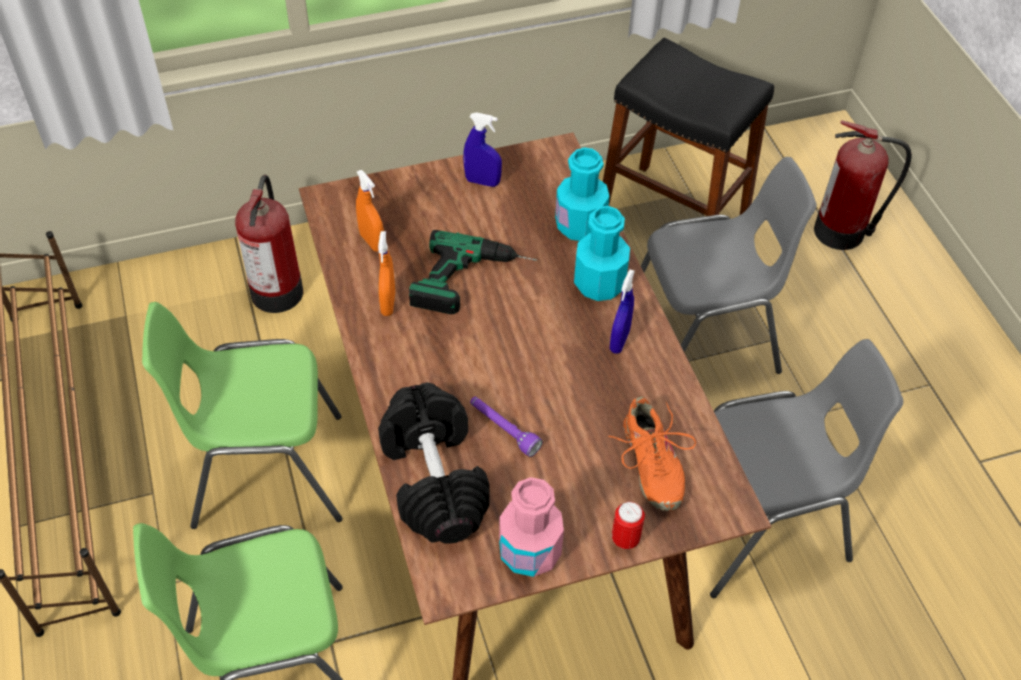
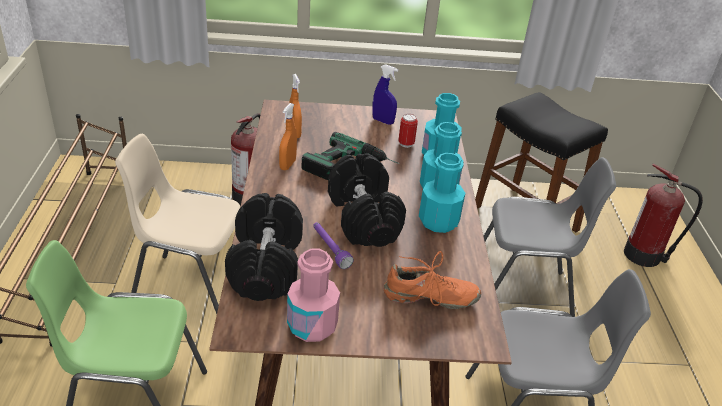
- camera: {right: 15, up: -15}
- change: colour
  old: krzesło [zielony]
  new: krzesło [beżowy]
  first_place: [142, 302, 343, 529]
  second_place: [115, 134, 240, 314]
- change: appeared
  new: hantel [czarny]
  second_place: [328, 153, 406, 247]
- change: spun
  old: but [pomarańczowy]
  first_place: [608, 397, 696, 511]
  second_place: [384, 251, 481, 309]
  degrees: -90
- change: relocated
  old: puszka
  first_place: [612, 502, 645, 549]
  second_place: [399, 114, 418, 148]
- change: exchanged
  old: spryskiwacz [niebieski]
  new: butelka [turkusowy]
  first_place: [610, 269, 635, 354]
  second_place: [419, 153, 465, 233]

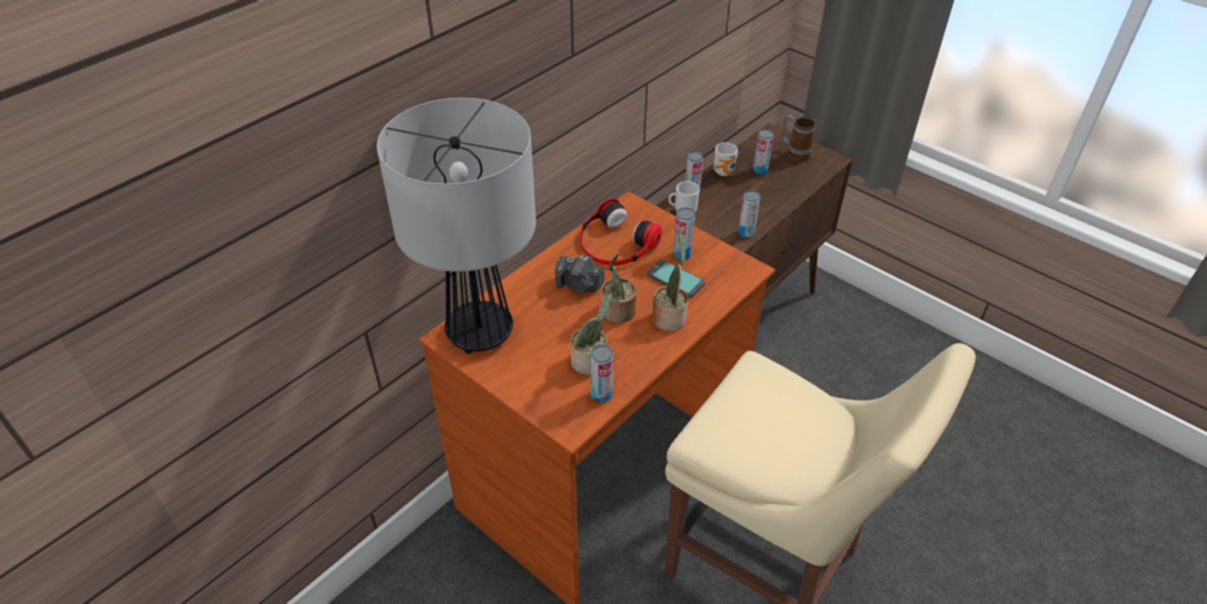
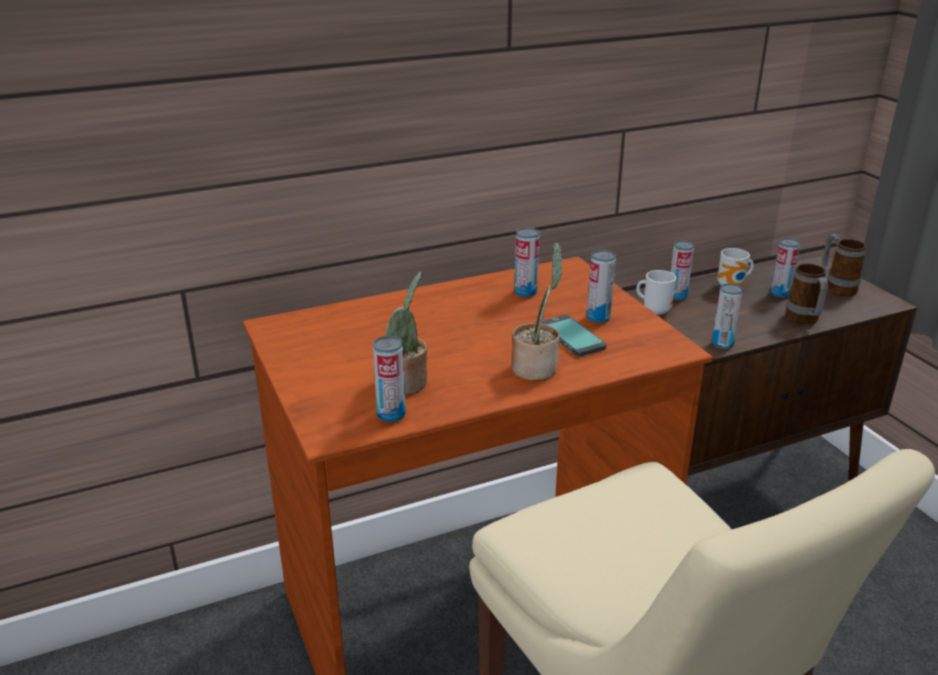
- camera: {right: 25, up: -15}
- change: exchanged
  old: słuchawki
  new: puszka
  first_place: [579, 198, 662, 265]
  second_place: [514, 227, 539, 297]
- change: appeared
  new: kubek
  second_place: [785, 263, 828, 324]
- change: missing
  old: lampa stołowa
  first_place: [377, 98, 536, 354]
- change: missing
  old: aparat fotograficzny
  first_place: [555, 255, 604, 293]
- change: missing
  old: roślina doniczkowa
  first_place: [602, 253, 637, 323]

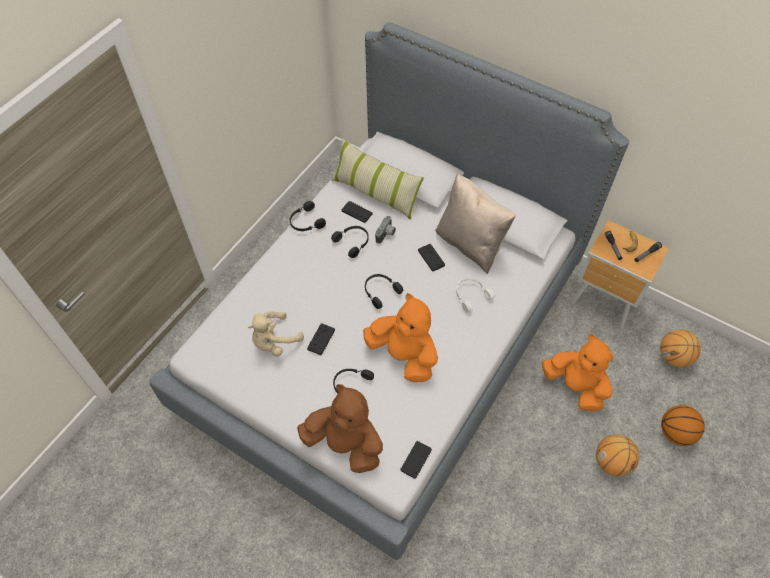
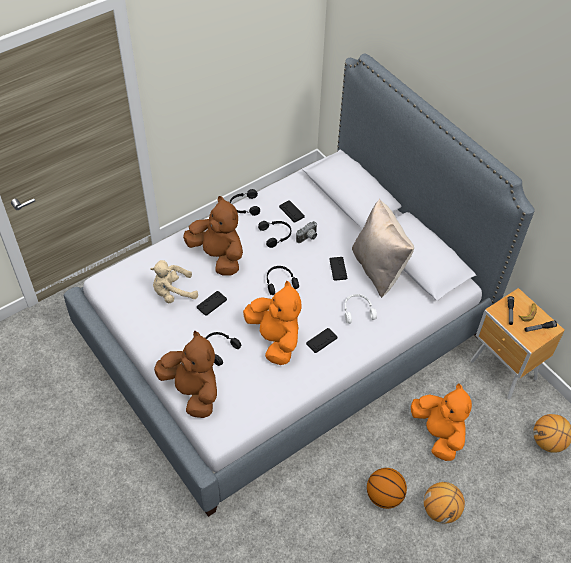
- camera: {right: 20, up: -5}
- change: appeared
  new: pluszak [brązowy]
  second_place: [183, 196, 243, 276]
- change: relocated
  old: pad do gier [czarny]
  first_place: [400, 441, 432, 479]
  second_place: [306, 328, 338, 353]
- change: relocated
  old: piłka do koszykówki
  first_place: [661, 405, 705, 446]
  second_place: [367, 468, 407, 509]
- change: missing
  old: poduszka
  first_place: [331, 138, 424, 219]

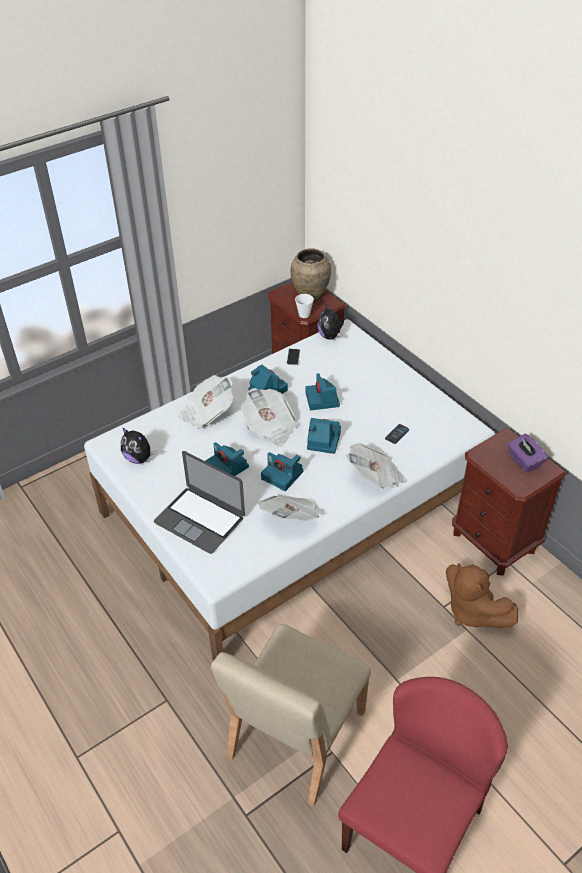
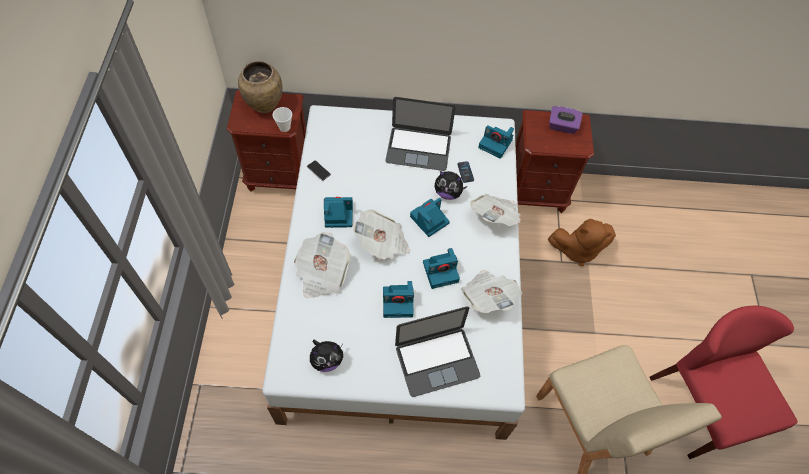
- camera: {right: -55, up: 15}
- change: appeared
  new: laptop
  second_place: [386, 97, 456, 171]
- change: relocated
  old: pluszak
  first_place: [317, 304, 344, 340]
  second_place: [435, 171, 467, 200]
- change: relocated
  old: aparat fotograficzny
  first_place: [305, 373, 340, 410]
  second_place: [478, 125, 514, 159]

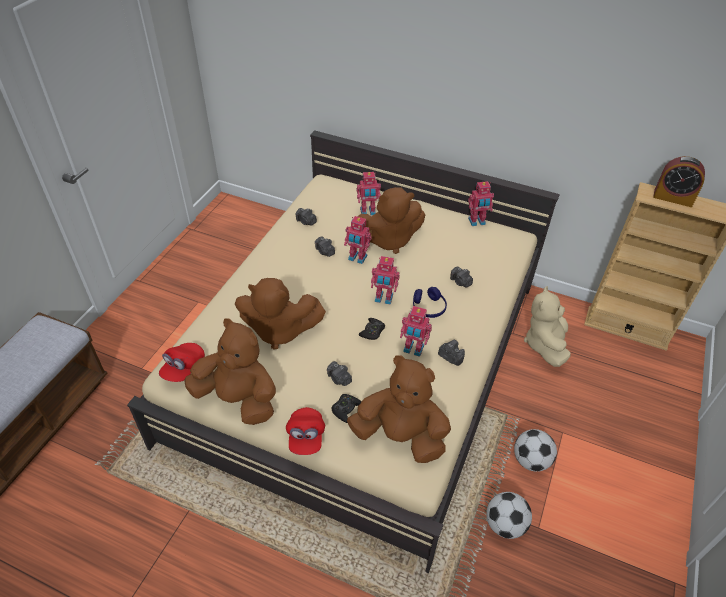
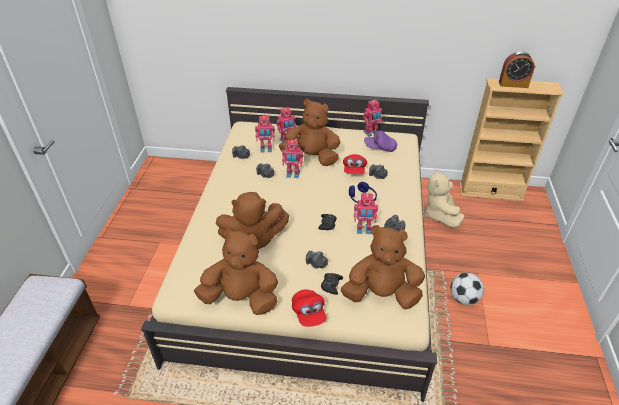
- camera: {right: -15, up: -5}
- change: relocated
  old: robot zabawkowy
  first_place: [371, 256, 400, 305]
  second_place: [255, 116, 275, 153]
- change: spun
  old: pluszak [brązowy]
  first_place: [357, 187, 426, 254]
  second_place: [279, 99, 341, 166]
  degrees: -135
- change: relocated
  old: czapka z daszkiem [czerwony]
  first_place: [159, 343, 205, 382]
  second_place: [343, 154, 367, 174]
- change: appeared
  new: czapka z daszkiem [fioletowy]
  second_place: [364, 128, 397, 152]
- change: missing
  old: piłka futbolowa
  first_place: [486, 492, 532, 539]

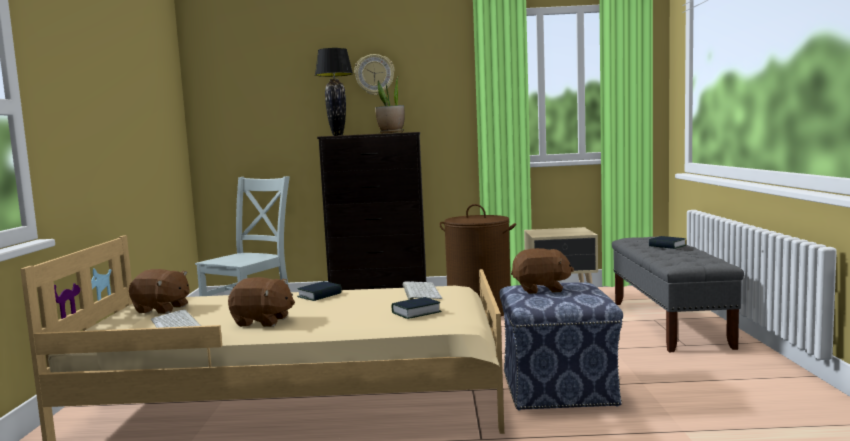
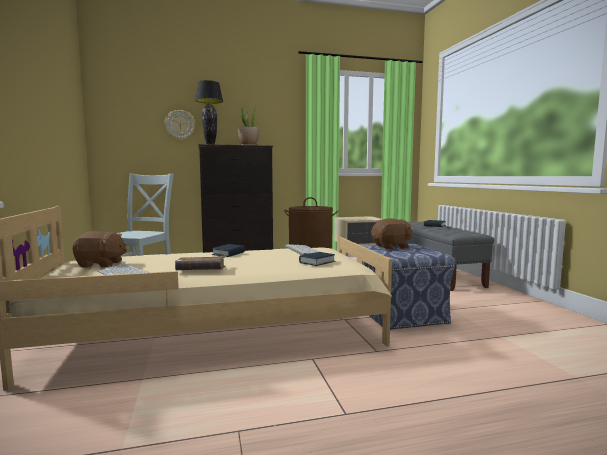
- camera: {right: -15, up: 0}
- change: relocated
  old: zegar ścienny
  first_place: [354, 54, 395, 95]
  second_place: [165, 110, 195, 140]
- change: exchanged
  old: pluszak [brązowy]
  new: książka [brązowy]
  first_place: [228, 277, 295, 327]
  second_place: [175, 256, 226, 270]

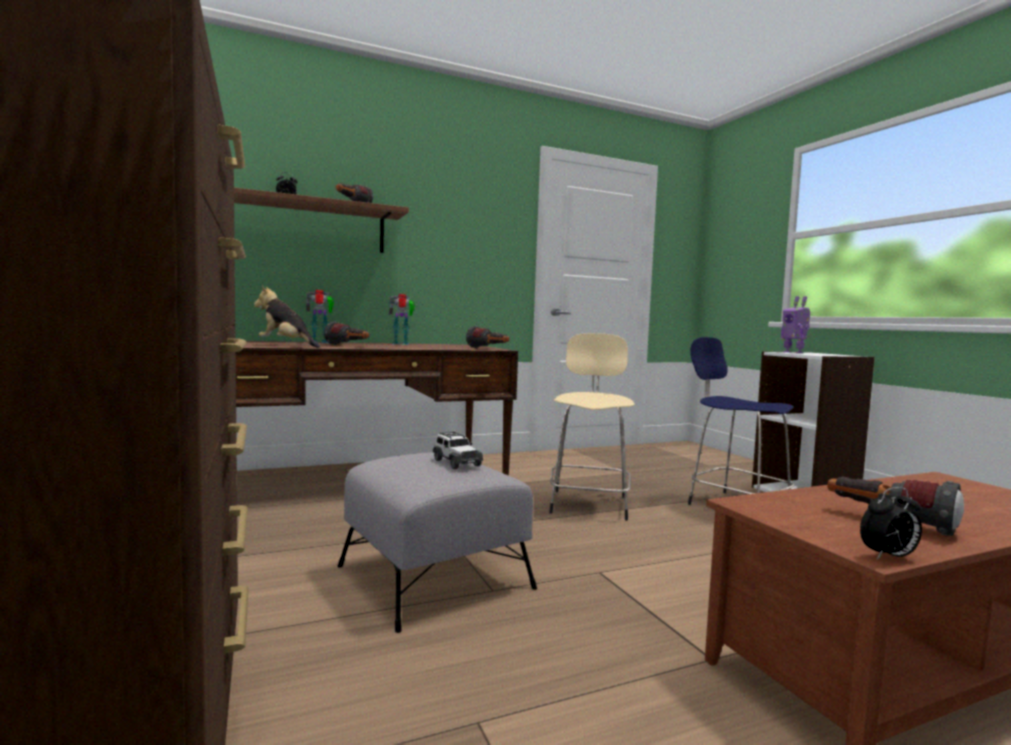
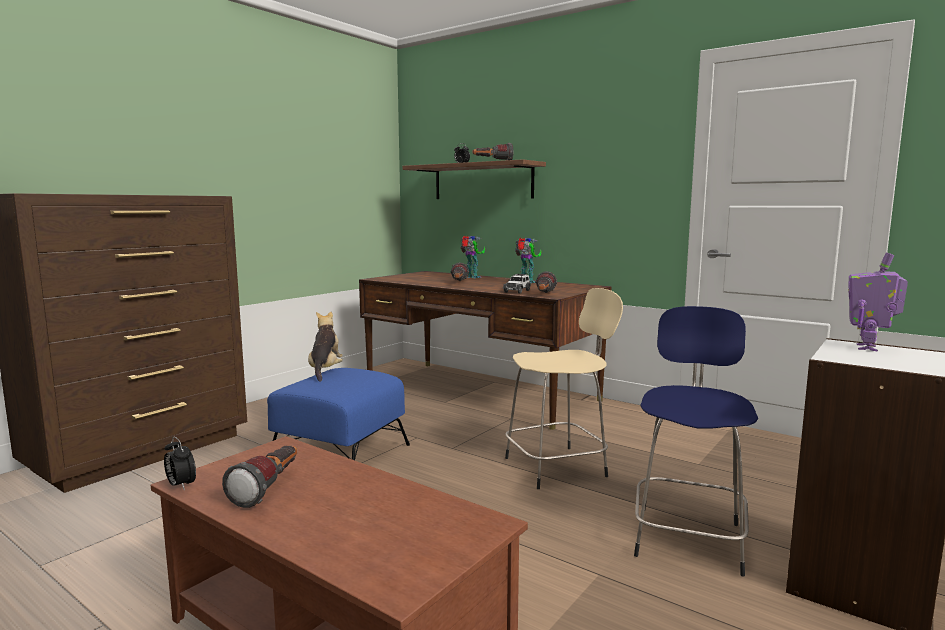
- camera: {right: 60, up: 5}
- change: colour
  old: pufa [szary]
  new: pufa [niebieski]
  first_place: [337, 452, 537, 633]
  second_place: [267, 368, 410, 460]
- change: relocated
  old: pluszak
  first_place: [254, 285, 320, 348]
  second_place: [308, 312, 343, 382]
- change: relocated
  old: samochodzik
  first_place: [433, 431, 483, 469]
  second_place: [503, 274, 531, 294]

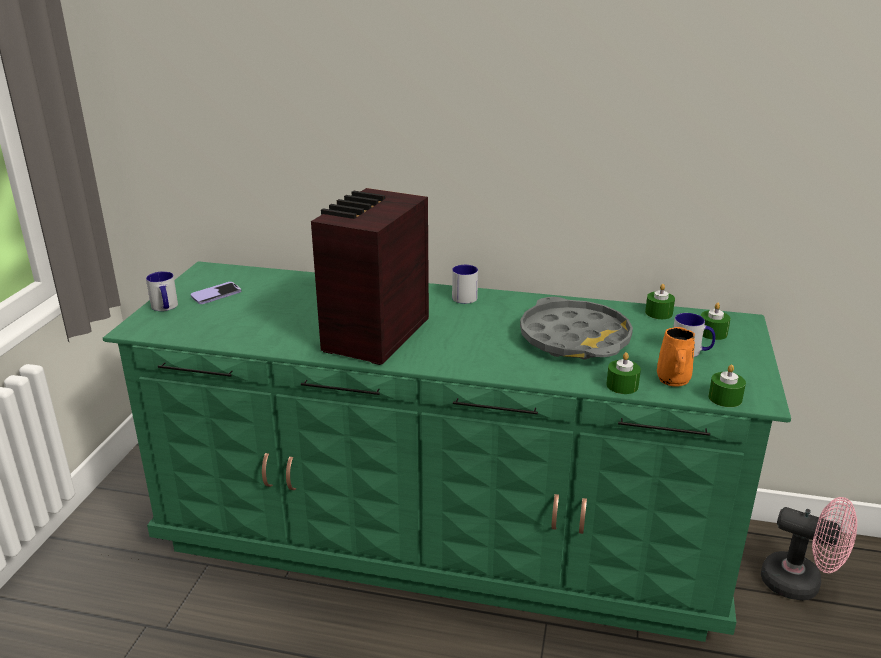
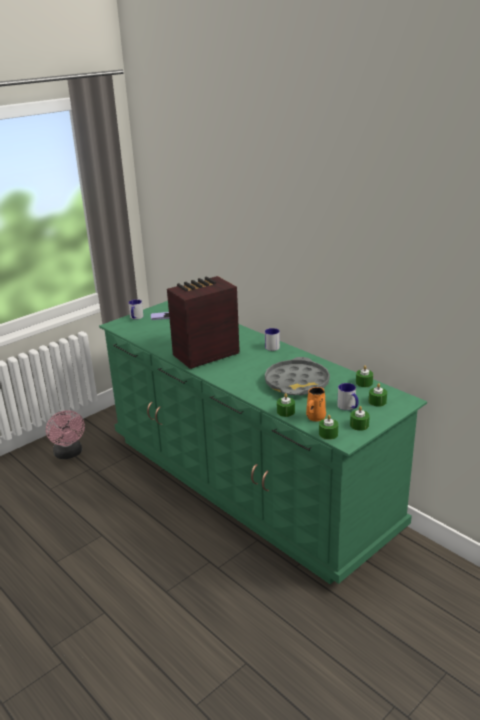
- camera: {right: 35, up: 0}
- change: relocated
  old: wentylator [różowy]
  first_place: [761, 497, 857, 601]
  second_place: [46, 410, 85, 459]
- change: appeared
  new: świeca [zielony]
  second_place: [350, 406, 370, 431]

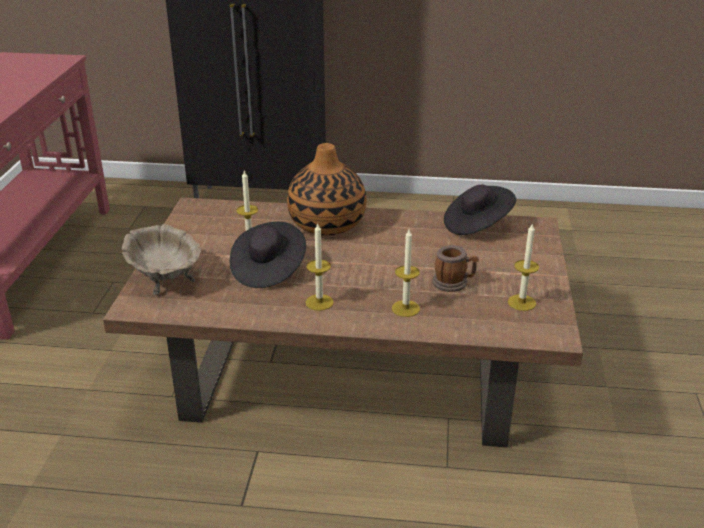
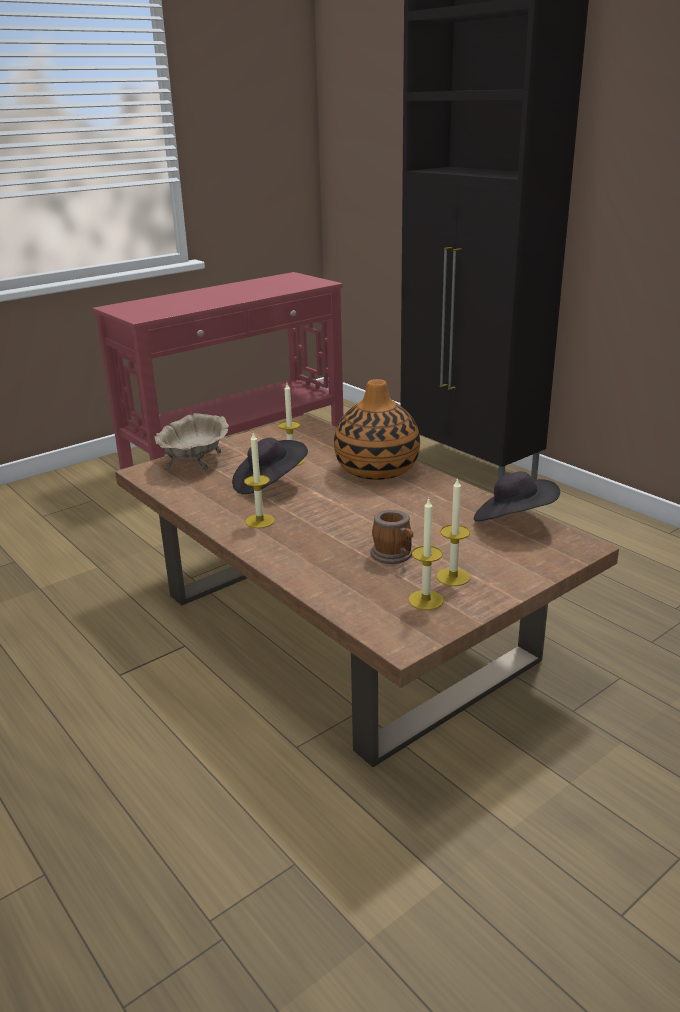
- camera: {right: 45, up: -5}
- change: relocated
  old: świeca
  first_place: [392, 229, 420, 317]
  second_place: [436, 477, 470, 586]

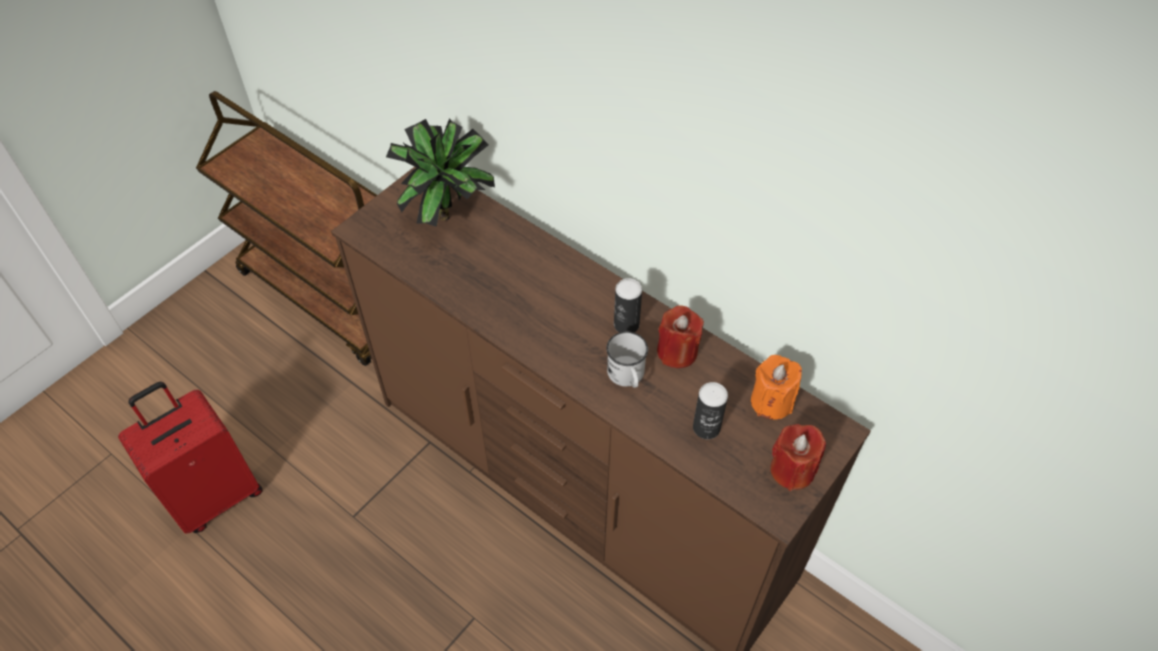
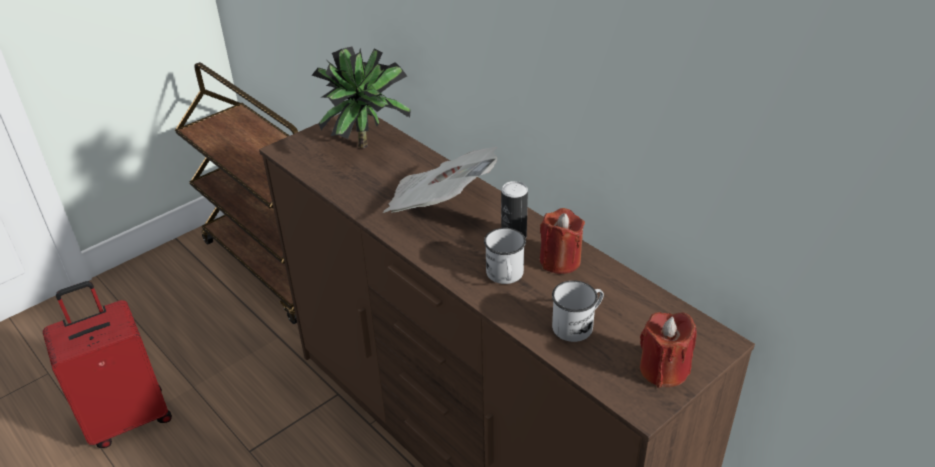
- camera: {right: 10, up: -15}
- change: appeared
  new: gazeta
  second_place: [383, 147, 498, 213]
- change: exchanged
  old: puszka
  new: kubek [biały]
  first_place: [693, 382, 728, 439]
  second_place: [552, 280, 604, 342]
- change: missing
  old: świeca [pomarańczowy]
  first_place: [751, 355, 802, 420]

